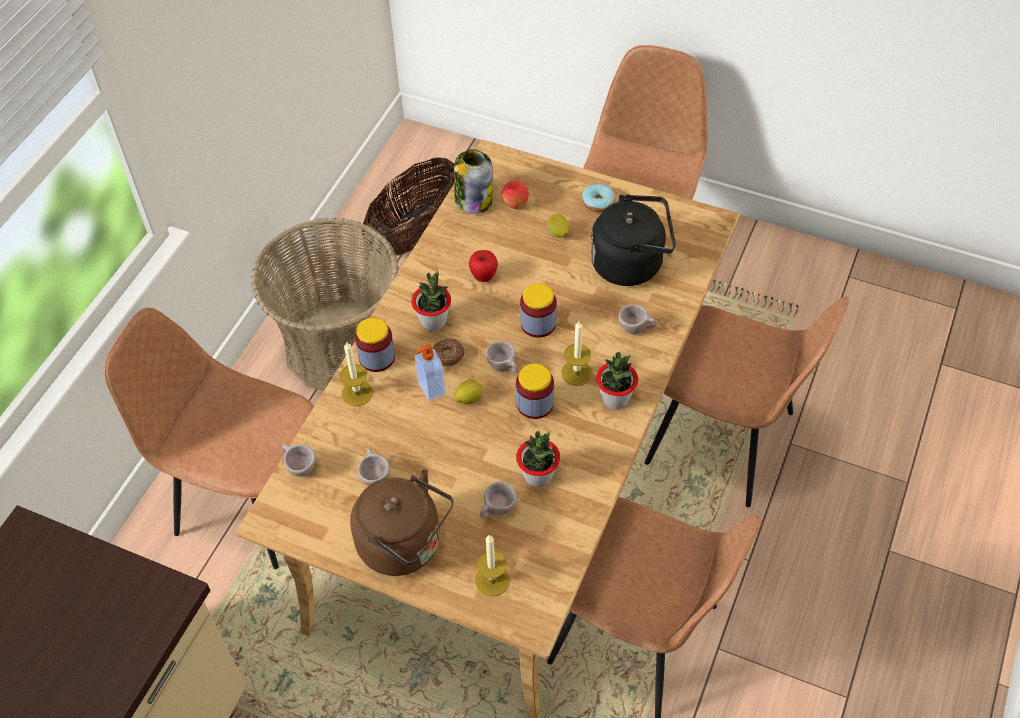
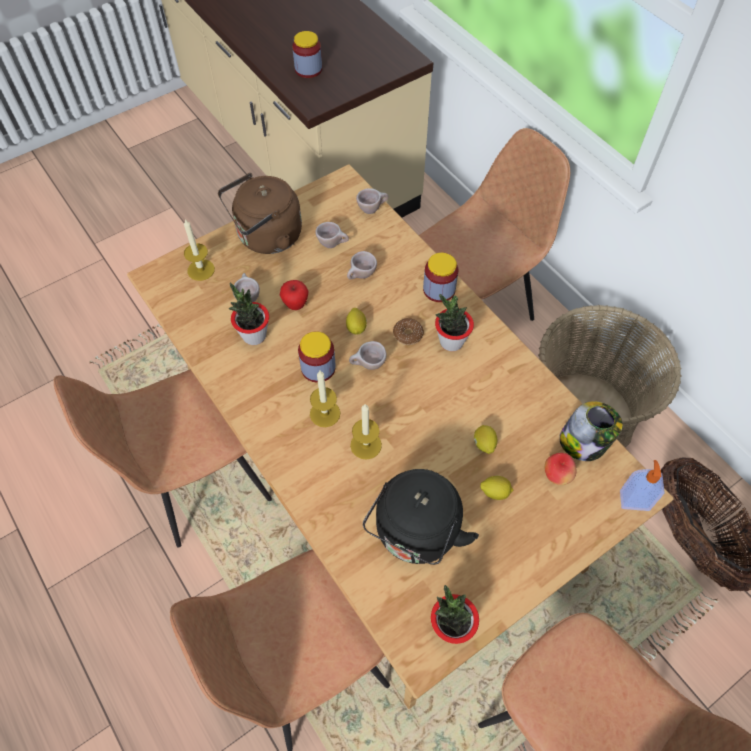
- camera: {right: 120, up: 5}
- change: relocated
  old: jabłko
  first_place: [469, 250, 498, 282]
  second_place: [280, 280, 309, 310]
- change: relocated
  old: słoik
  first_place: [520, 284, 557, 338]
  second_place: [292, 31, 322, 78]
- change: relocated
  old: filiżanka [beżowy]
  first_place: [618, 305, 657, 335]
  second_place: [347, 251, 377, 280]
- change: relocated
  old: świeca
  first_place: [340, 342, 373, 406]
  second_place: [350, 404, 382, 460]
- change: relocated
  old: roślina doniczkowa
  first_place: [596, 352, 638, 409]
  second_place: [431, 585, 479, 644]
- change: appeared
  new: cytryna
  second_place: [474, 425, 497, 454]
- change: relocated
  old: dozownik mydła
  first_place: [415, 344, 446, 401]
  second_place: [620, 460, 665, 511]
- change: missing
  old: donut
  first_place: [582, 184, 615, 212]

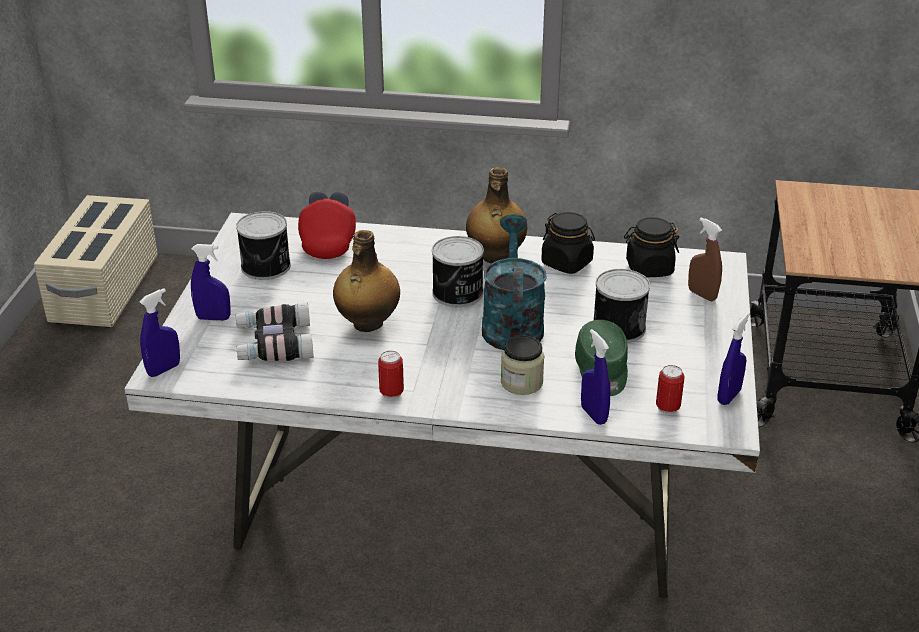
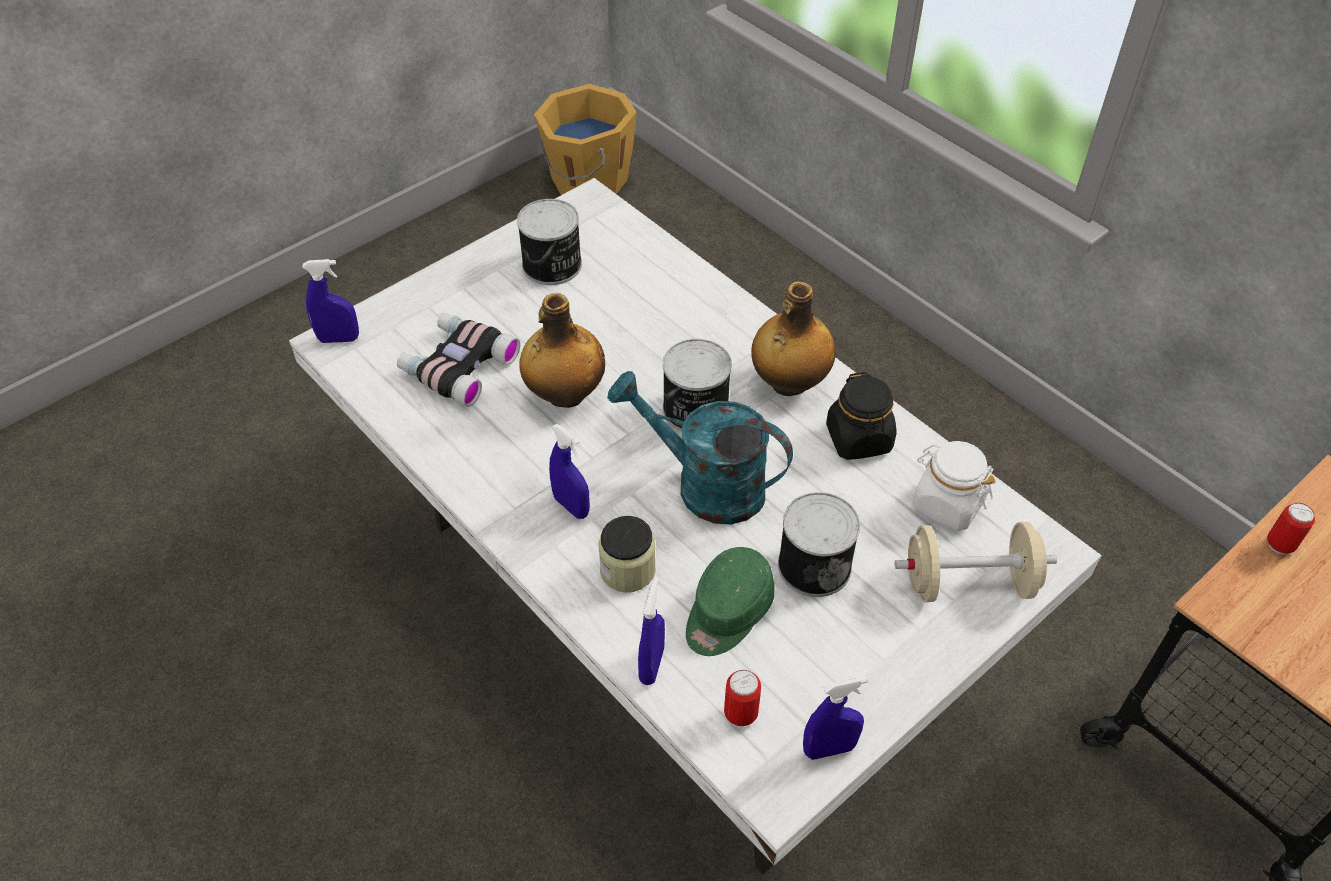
- camera: {right: 40, up: 15}
- change: exchanged
  old: pojemnik do przechowywania [beżowy]
  new: wiadro [pomarańczowy]
  first_place: [34, 195, 158, 328]
  second_place: [534, 84, 637, 195]
- change: relocated
  old: spryskiwacz [niebieski]
  first_place: [191, 244, 231, 321]
  second_place: [549, 424, 590, 519]
- change: spun
  old: konewka [turkusowy]
  first_place: [482, 214, 547, 350]
  second_place: [607, 371, 793, 525]
  degrees: -105
- change: exchanged
  old: spryskiwacz [brązowy]
  new: hantel [beżowy]
  first_place: [688, 218, 722, 301]
  second_place: [895, 522, 1057, 602]
- change: colour
  old: słoik [czarny]
  new: słoik [biały]
  first_place: [624, 217, 679, 277]
  second_place: [913, 441, 996, 531]
- change: relocated
  old: puszka
  first_place: [378, 351, 404, 399]
  second_place: [1267, 503, 1315, 555]
- change: missing
  old: czapka z daszkiem [czerwony]
  first_place: [298, 191, 356, 259]

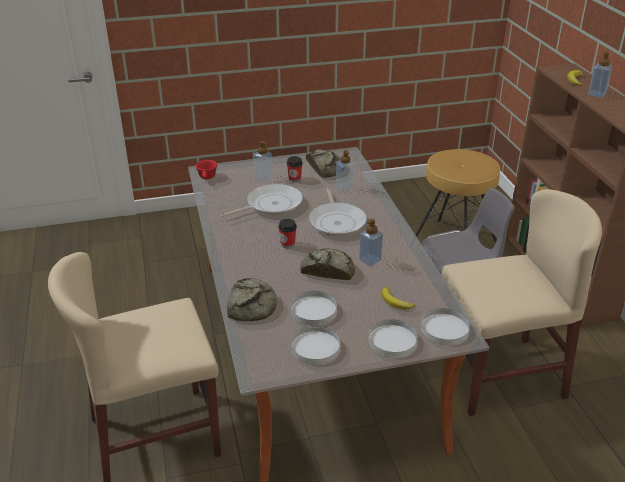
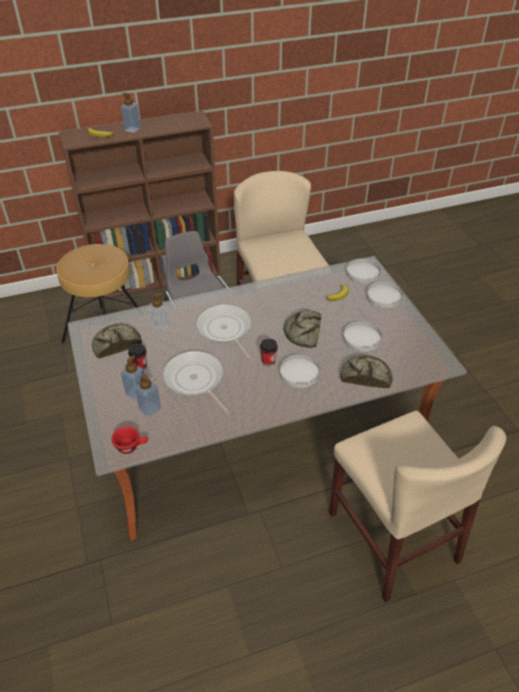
- camera: {right: -95, up: 10}
- change: relocated
  old: dozownik mydła
  first_place: [359, 219, 383, 266]
  second_place: [135, 374, 161, 417]
- change: spun
  old: patelnia
  first_place: [309, 188, 367, 236]
  second_place: [196, 304, 253, 362]
  degrees: -105
- change: relocated
  old: talerz [biały]
  first_place: [291, 326, 340, 365]
  second_place: [279, 354, 320, 388]

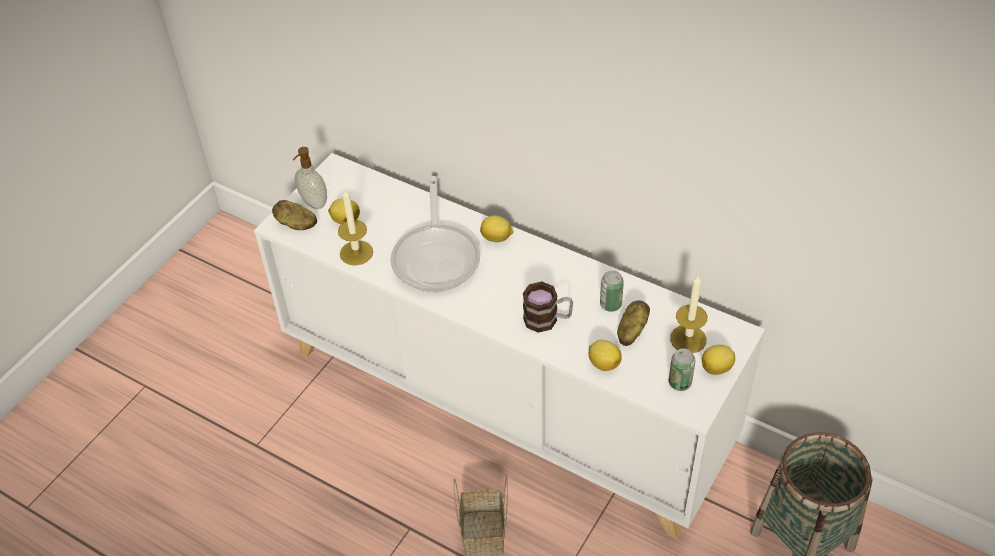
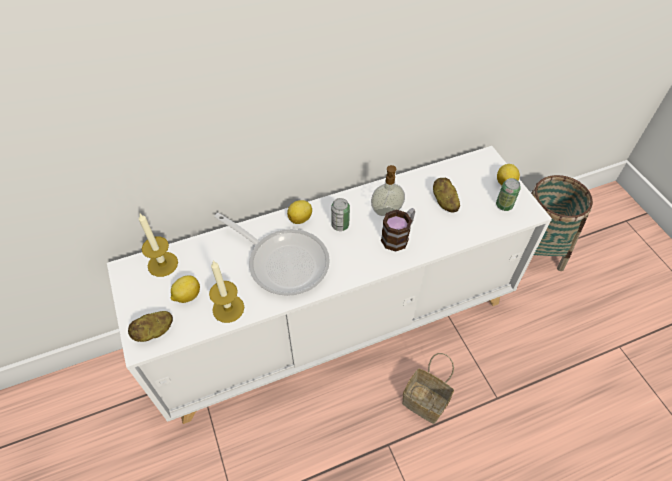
- camera: {right: -55, up: 5}
- change: relocated
  old: świeca
  first_place: [670, 275, 707, 353]
  second_place: [139, 214, 178, 277]
- change: relocated
  old: puszka
  first_place: [600, 271, 624, 312]
  second_place: [331, 198, 350, 231]
- change: relocated
  old: dozownik mydła
  first_place: [293, 147, 327, 209]
  second_place: [371, 165, 405, 216]
- change: missing
  old: cytryna
  first_place: [588, 340, 622, 371]

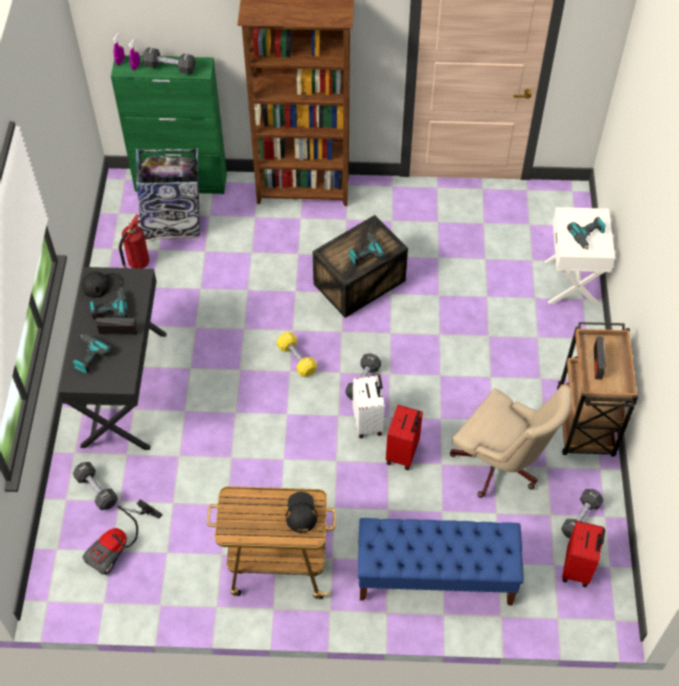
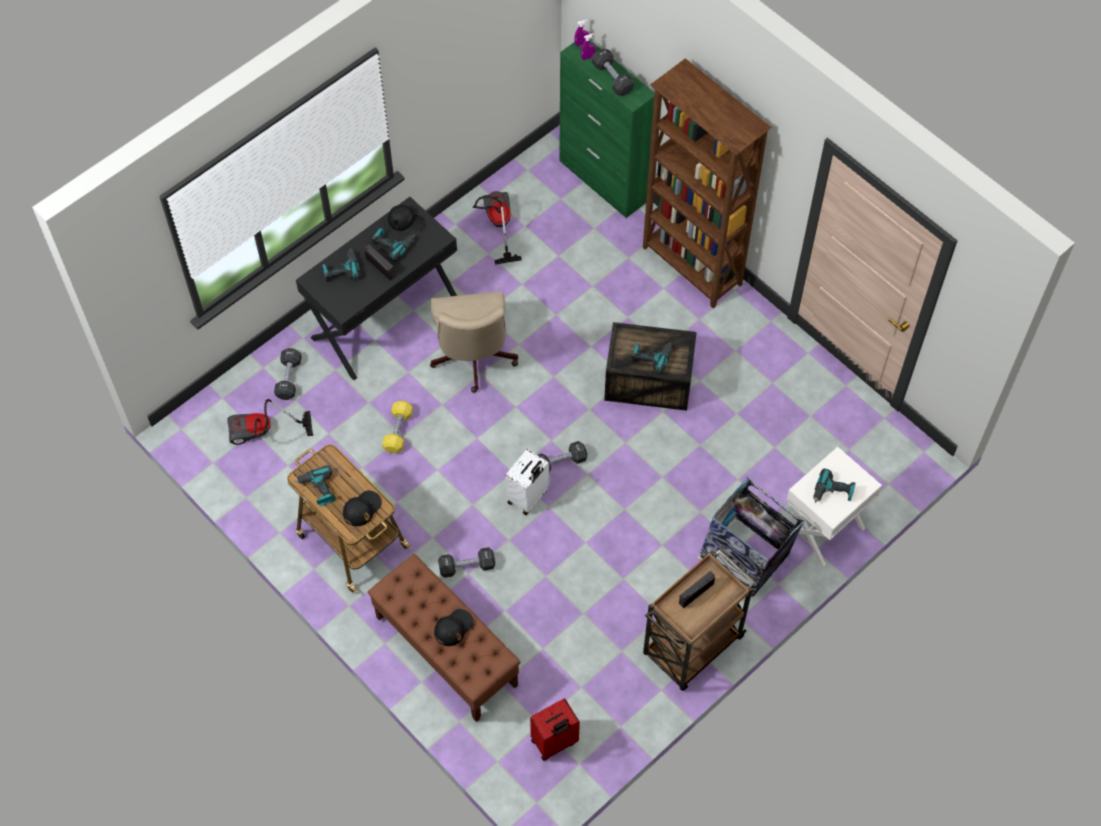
- camera: {right: 45, up: 5}
- change: appeared
  new: wiertarka
  second_place: [294, 465, 335, 506]
- change: colour
  old: ławka [niebieski]
  new: ławka [brązowy]
  first_place: [358, 518, 524, 605]
  second_place: [368, 554, 521, 722]
- change: relocated
  old: hantel [żółty]
  first_place: [277, 332, 317, 377]
  second_place: [382, 401, 413, 453]
- change: relocated
  old: krzesło biurowe [beżowy]
  first_place: [450, 385, 572, 498]
  second_place: [430, 291, 518, 393]
- change: appeared
  new: czapka z daszkiem [czarny]
  second_place: [434, 609, 474, 646]
- change: relocated
  old: hantel [czarny]
  first_place: [561, 489, 603, 539]
  second_place: [438, 547, 495, 578]
- change: exchanged
  old: gaśnica
  new: odkurzacz
  first_place: [119, 214, 149, 269]
  second_place: [473, 191, 522, 265]
- change: relocated
  old: kosz na śmieci
  first_place: [136, 148, 200, 241]
  second_place: [698, 477, 805, 597]
- change: missing
  old: walizka [czerwony]
  first_place: [386, 405, 423, 470]

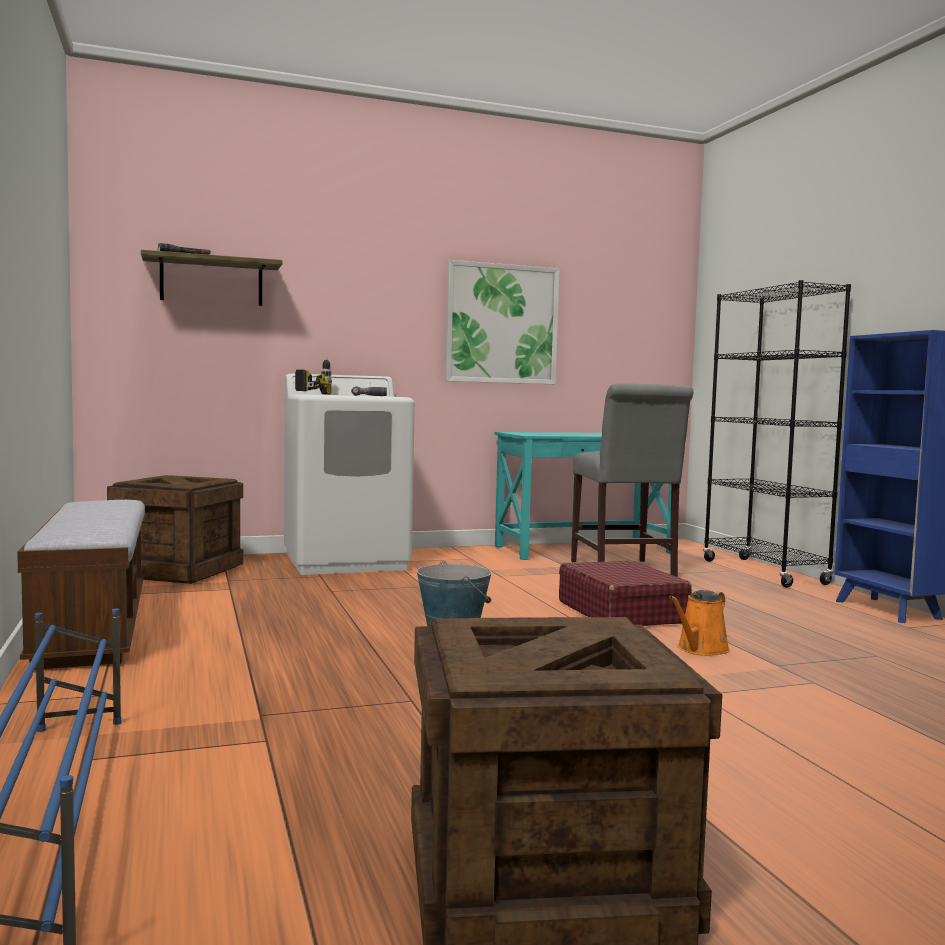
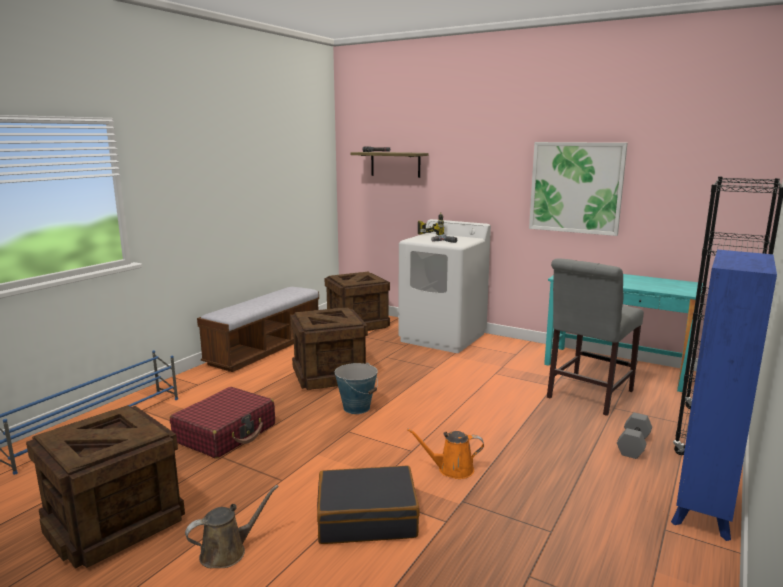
- camera: {right: 50, up: 10}
- change: relocated
  old: walizka [czerwony]
  first_place: [559, 560, 692, 626]
  second_place: [170, 387, 275, 459]
- change: appeared
  new: konewka [brązowy]
  second_place: [185, 485, 279, 568]
- change: appeared
  new: skrzynka
  second_place: [290, 308, 368, 390]
- change: appeared
  new: walizka [czarny]
  second_place: [317, 465, 420, 544]
- change: appeared
  new: hantel [szary]
  second_place: [617, 413, 652, 459]

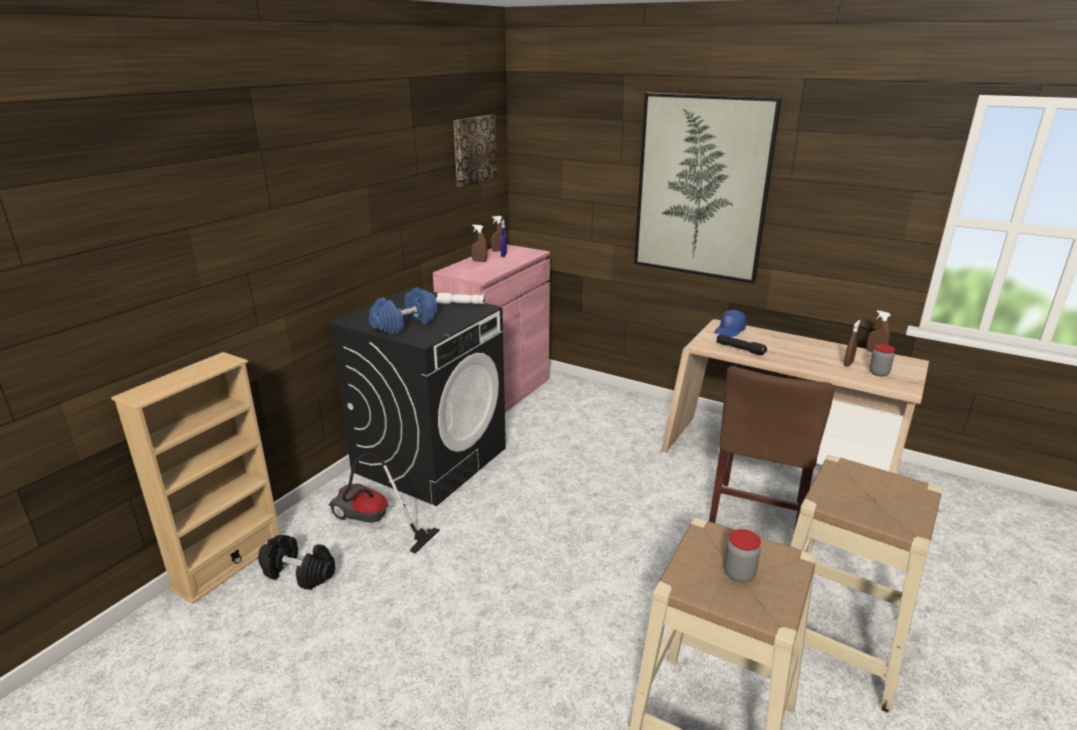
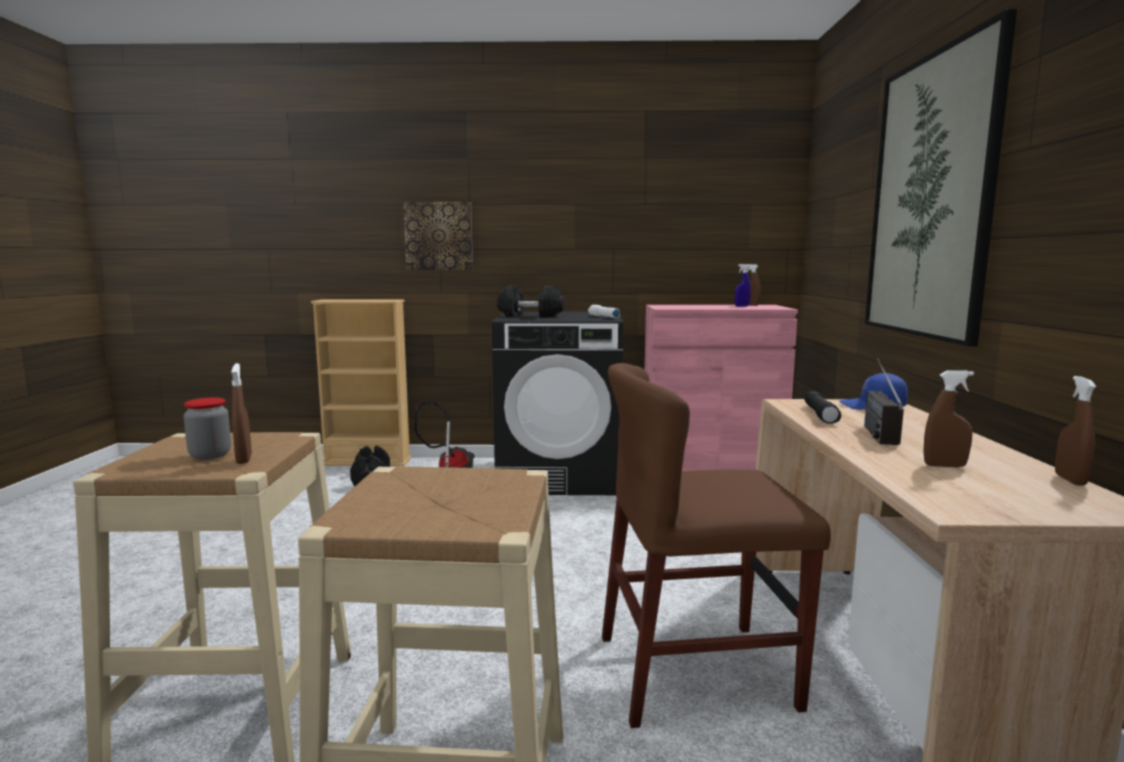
- camera: {right: 60, up: -15}
- change: relocated
  old: spryskiwacz [brązowy]
  first_place: [471, 225, 487, 262]
  second_place: [231, 363, 252, 464]
- change: relocated
  old: obraz
  first_place: [454, 115, 497, 187]
  second_place: [404, 202, 473, 270]
- change: colour
  old: hantel [niebieski]
  new: hantel [czarny]
  first_place: [369, 287, 437, 335]
  second_place: [497, 285, 565, 318]
- change: appeared
  new: radio
  second_place: [864, 358, 904, 445]
- change: missing
  old: słoik
  first_place: [869, 344, 895, 376]

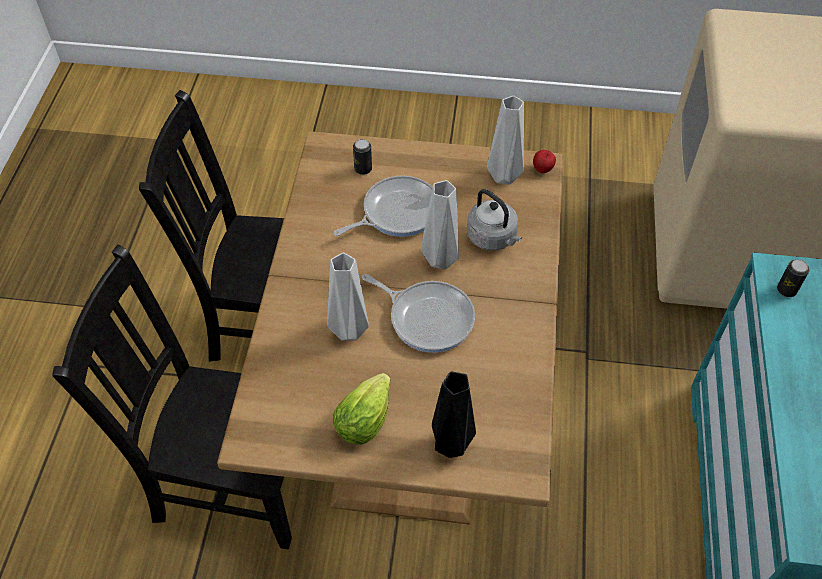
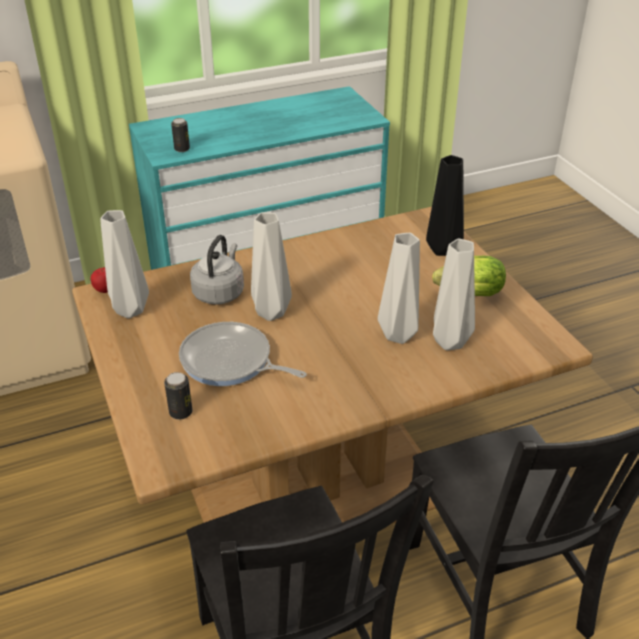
- camera: {right: -120, up: -15}
- change: appeared
  new: wazon [szary]
  second_place: [433, 239, 475, 350]
- change: missing
  old: patelnia
  first_place: [362, 274, 475, 353]

